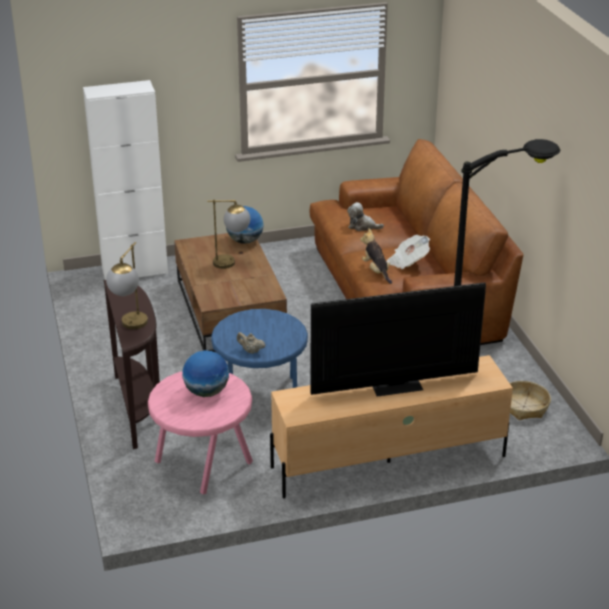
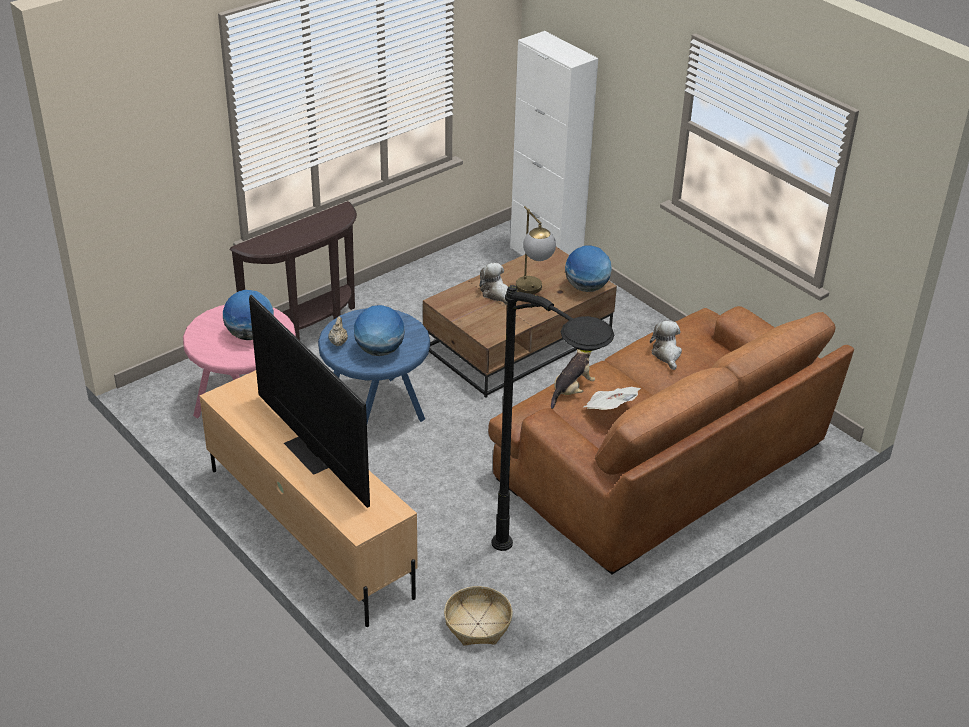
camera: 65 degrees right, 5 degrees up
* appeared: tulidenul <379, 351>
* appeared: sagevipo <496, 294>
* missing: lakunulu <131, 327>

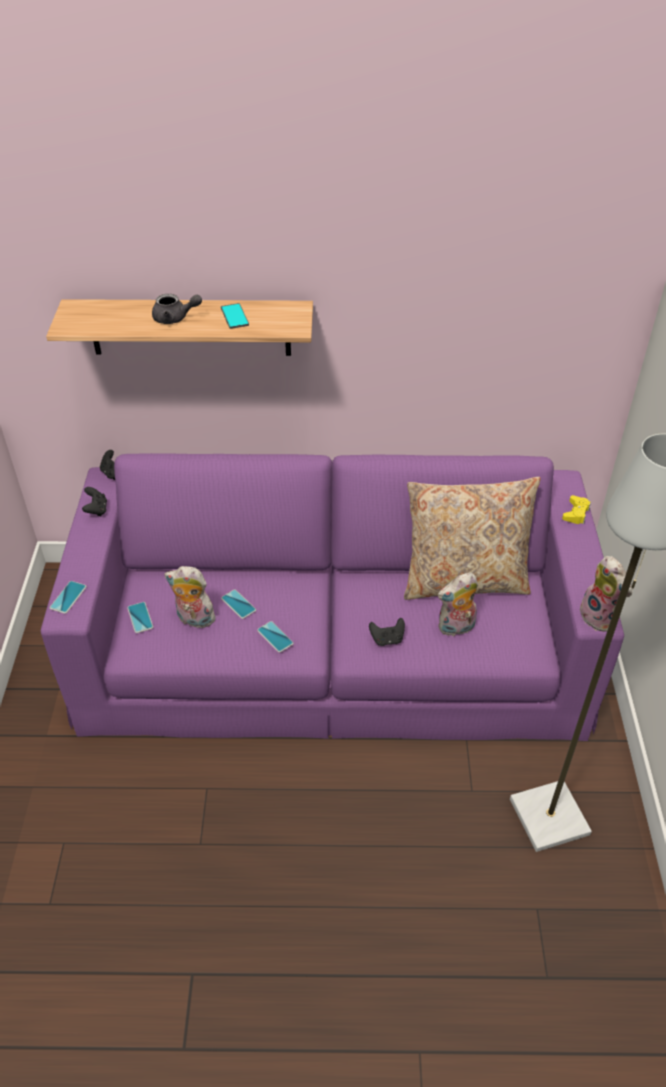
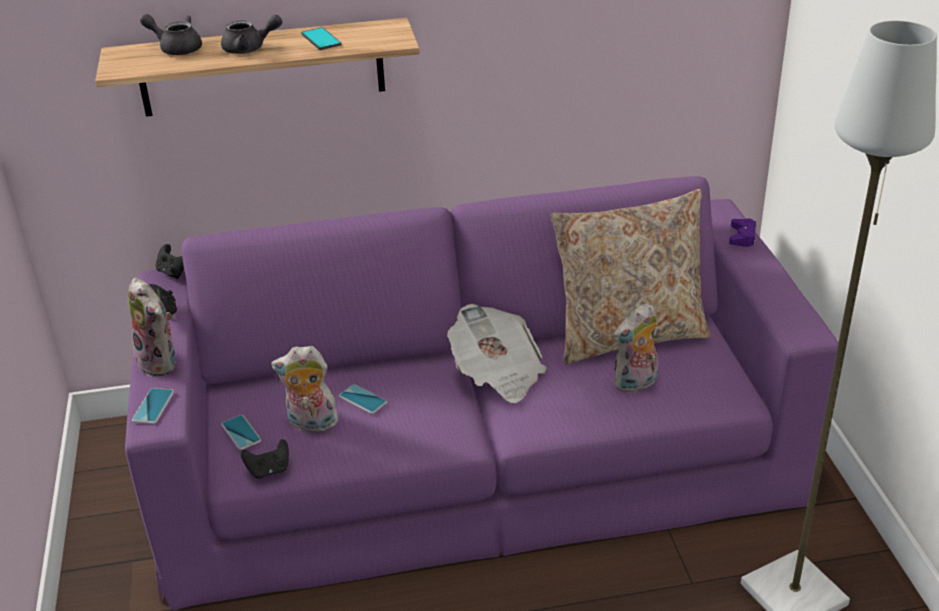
camera: 10 degrees left, 10 degrees down
* relocated: sagevipo <600, 617> to <161, 362>
* appeared: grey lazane <176, 48>
* relocated: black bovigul <387, 639> to <269, 470>
* appeared: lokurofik <497, 373>
* colour: yellow bovigul <576, 513> to purple bovigul <742, 237>
* missing: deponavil <275, 637>

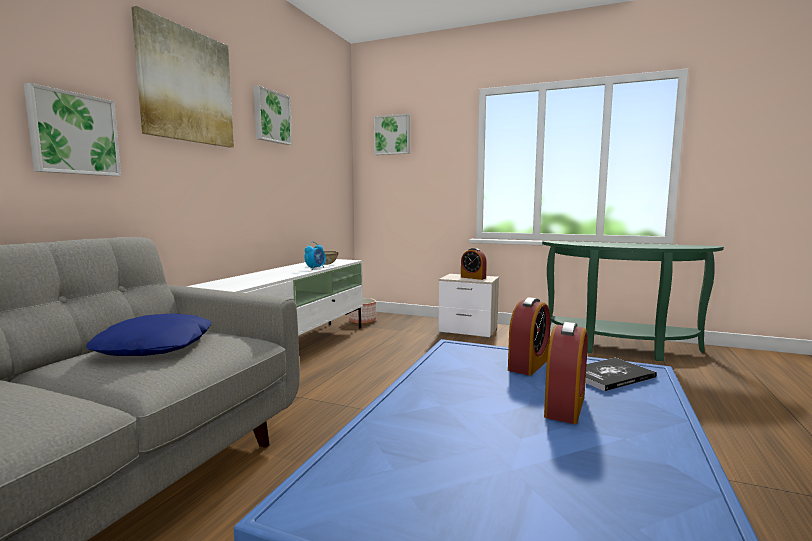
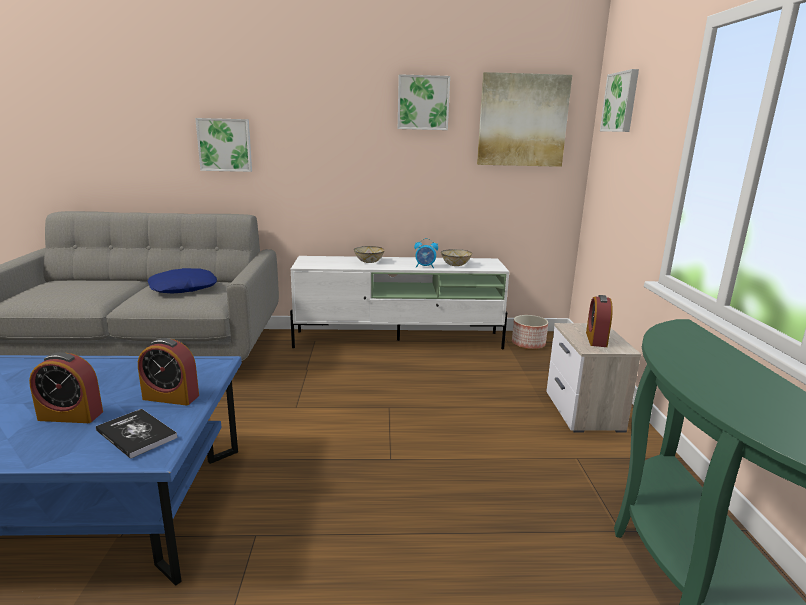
camera: 65 degrees right, 10 degrees up
* appeared: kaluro <369, 262>
* relocated: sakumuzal <186, 86> to <522, 120>

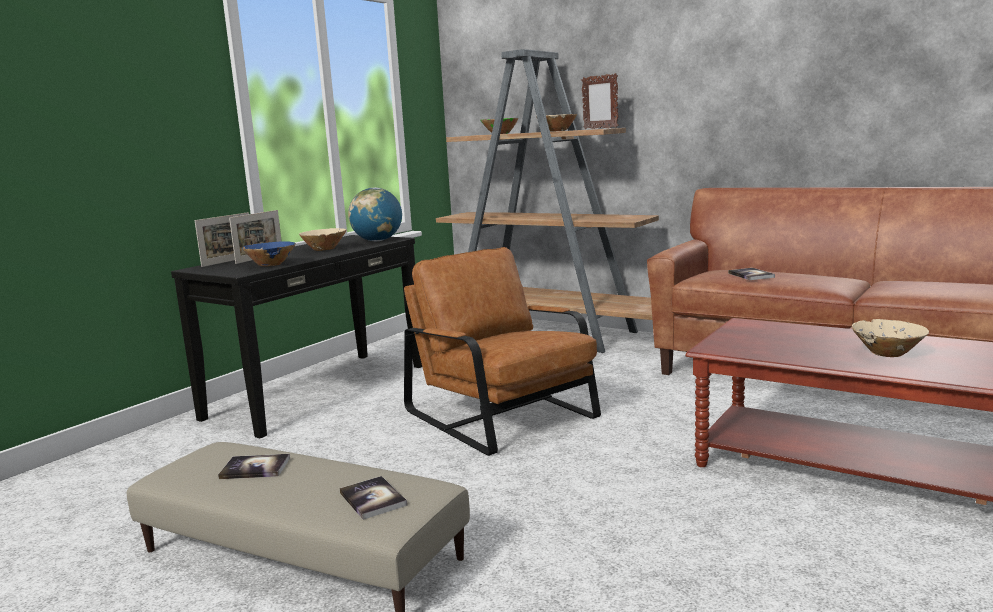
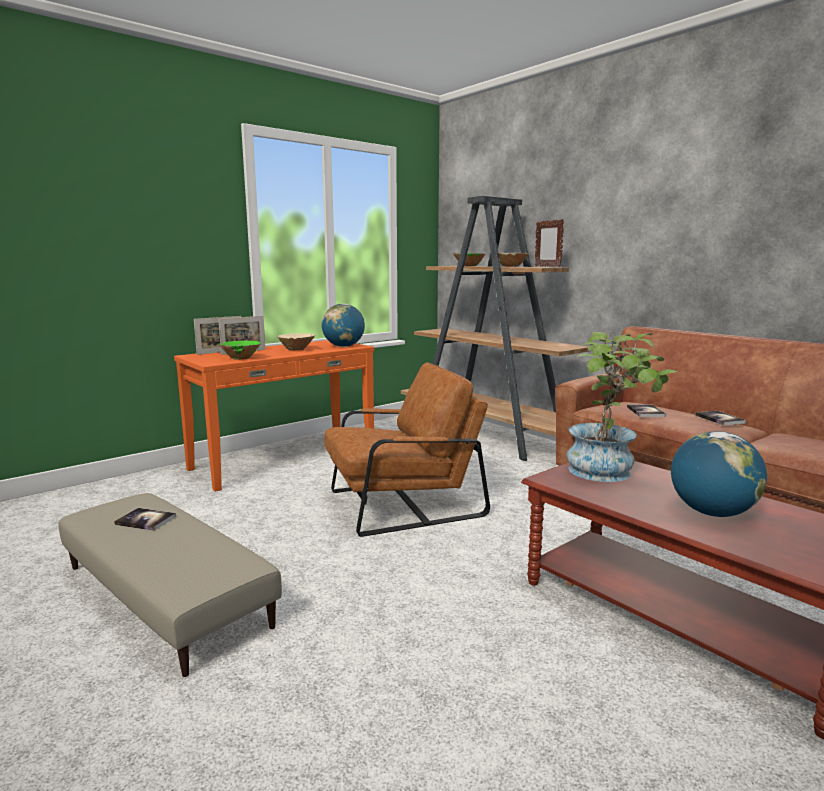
camera: 15 degrees right, 0 degrees up
* colour: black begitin <318, 391> to orange begitin <284, 459>
* colour: blue kaluro <271, 265> to green kaluro <241, 358>
* spun: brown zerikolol <503, 414> = <403, 503> 90 degrees clockwise
* appeared: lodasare <609, 472>
* exchanged: beige kaluro <887, 353> to tulidenul <712, 513>
* relocated: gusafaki <372, 499> to <719, 419>

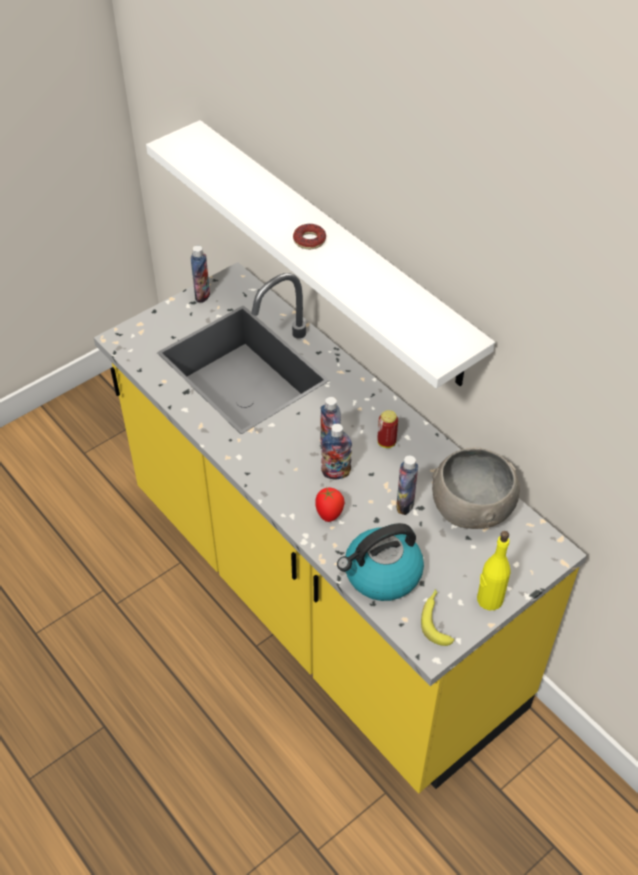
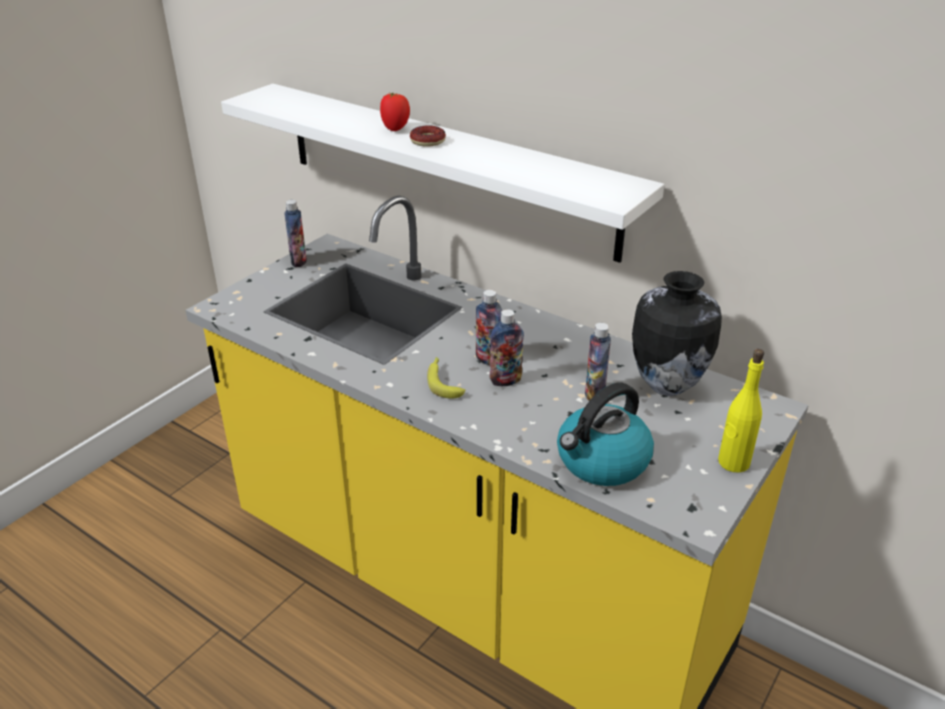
camera: 15 degrees left, 15 degrees down
* relocated: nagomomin <329, 514> to <396, 129>
* relocated: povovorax <436, 619> to <443, 381>
* exchanged: grey kaluro <471, 507> to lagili <666, 385>
* missing: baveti <386, 442>

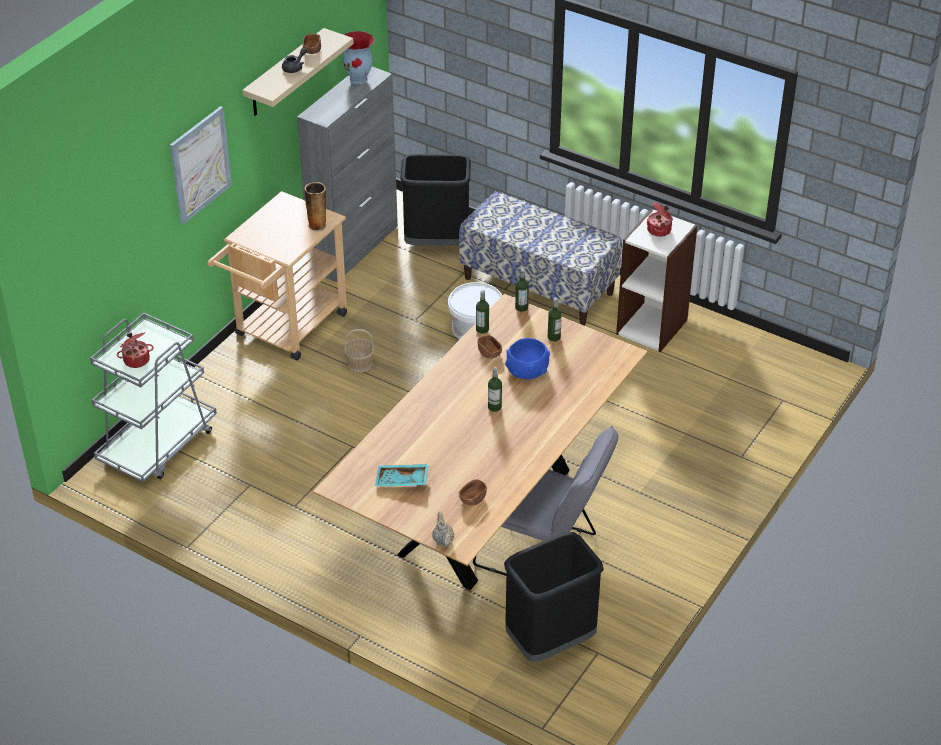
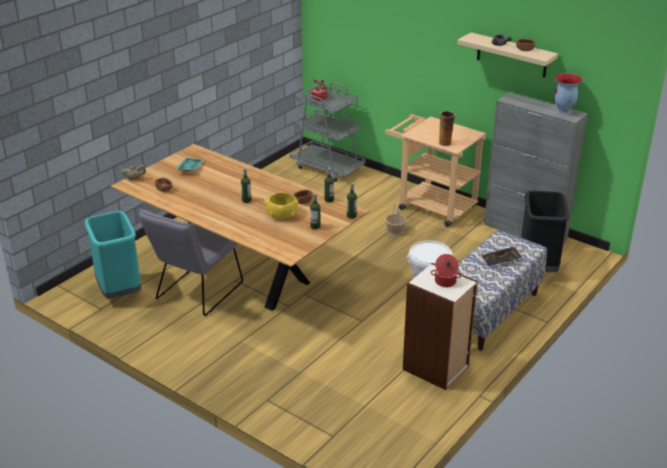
camera: 95 degrees right, 10 degrees down
* colour: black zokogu <550, 642> to turquoise zokogu <119, 291>
* colour: blue kaluro <527, 369> to yellow kaluro <282, 214>
* appeared: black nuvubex <501, 261>
* missing: sakumuzal <200, 164>

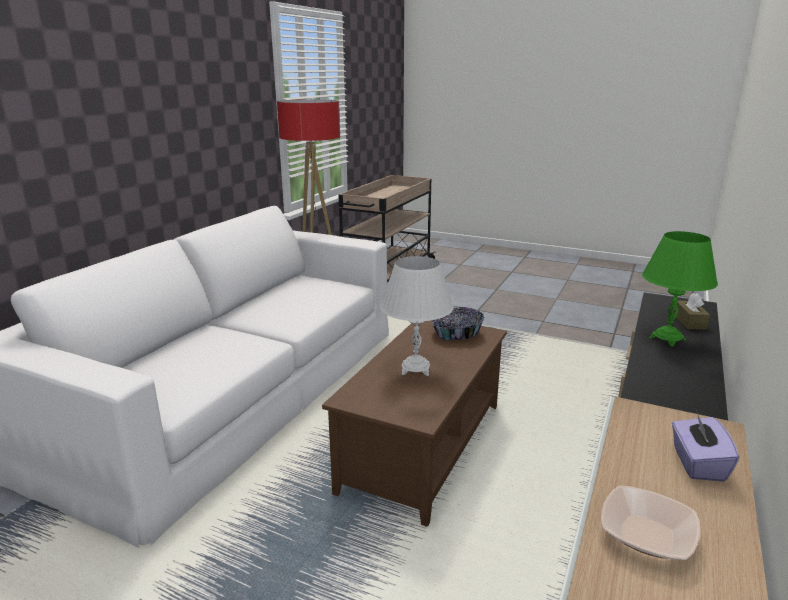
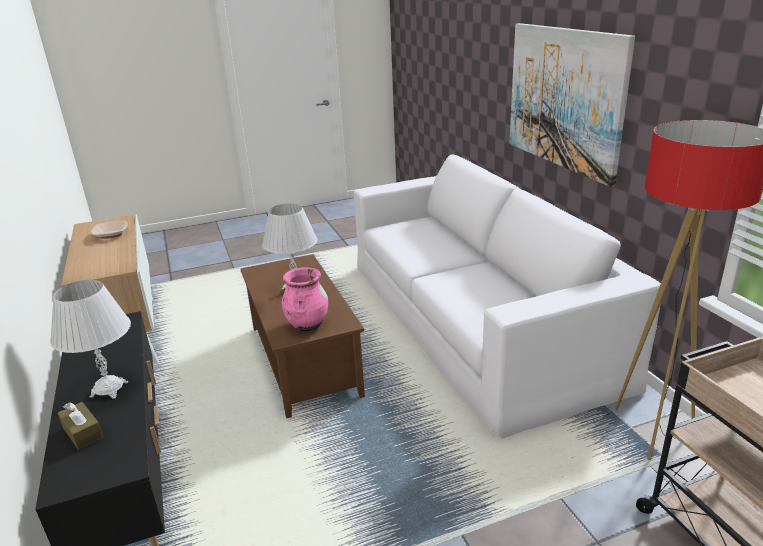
camera: 135 degrees right, 5 degrees up
* colour: green lakunulu <667, 339> to white lakunulu <109, 389>
* exchanged: kaluro <456, 333> to pink lagili <308, 325>
* appeared: sakumuzal <564, 98>
* missing: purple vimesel <697, 464>

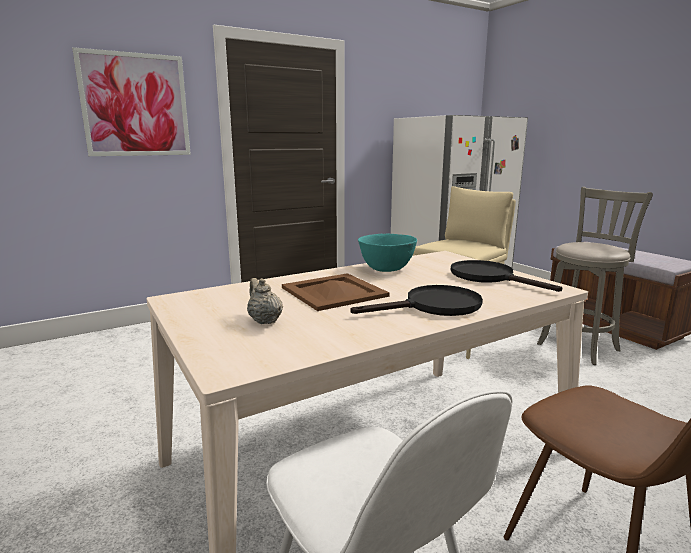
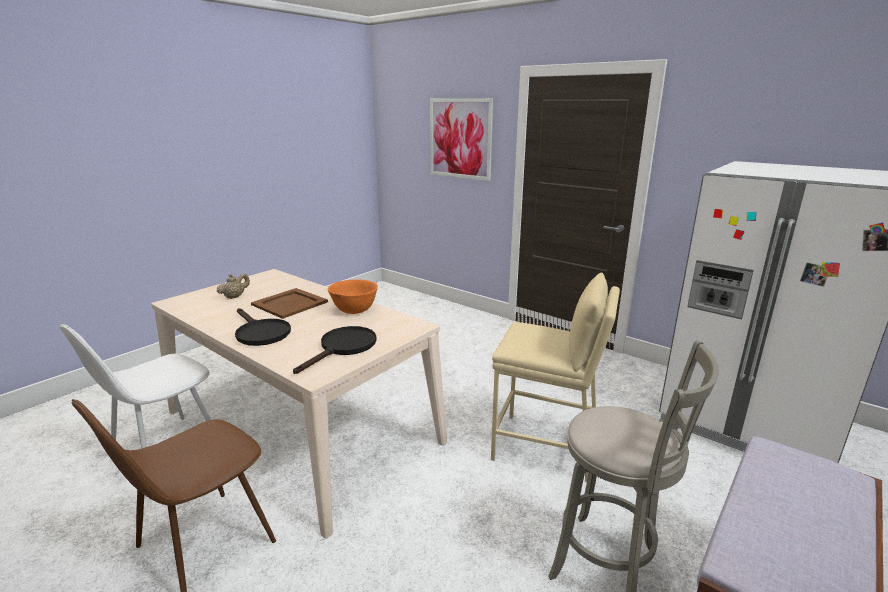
camera: 70 degrees right, 5 degrees up
* colour: turquoise kaluro <387, 269> to orange kaluro <354, 311>

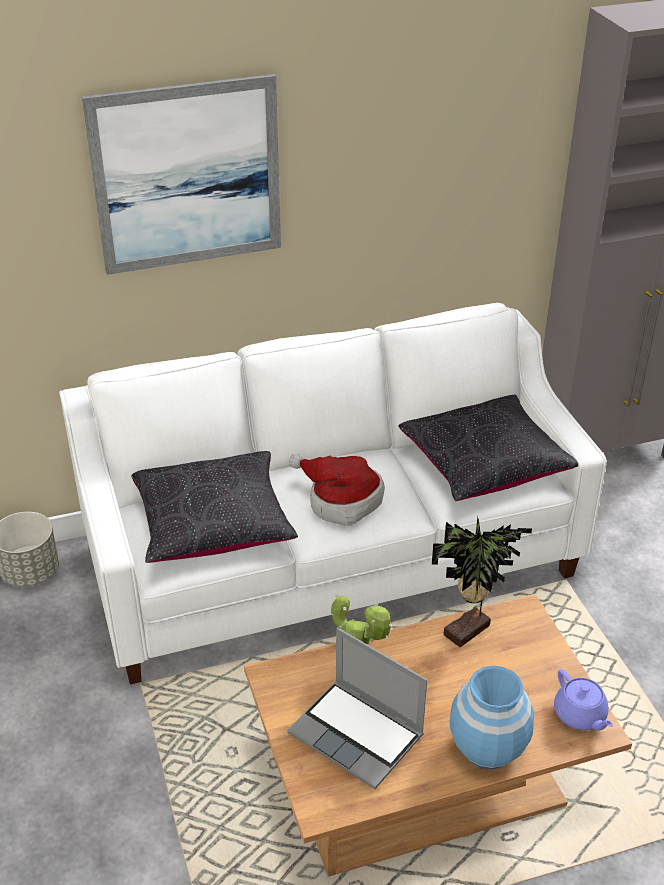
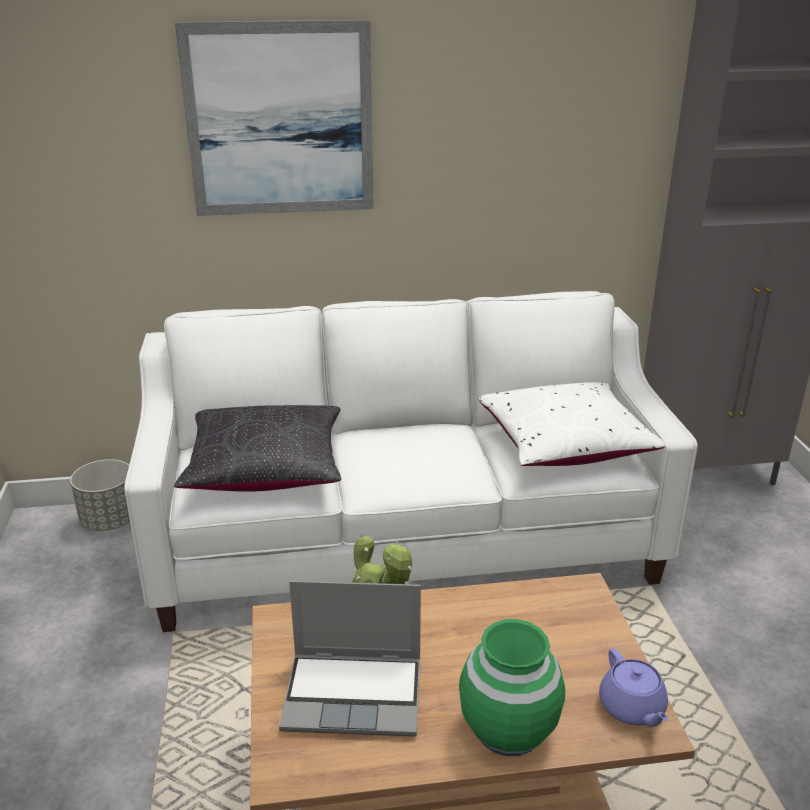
camera: 10 degrees right, 10 degrees down
* spun: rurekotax <358, 735> = <355, 694> 45 degrees counterclockwise
* colour: blue lagili <488, 747> to green lagili <509, 729>
* colour: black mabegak <484, 463> to white mabegak <565, 443>
* missing: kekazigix <340, 501>
* missing: lodasare <470, 632>

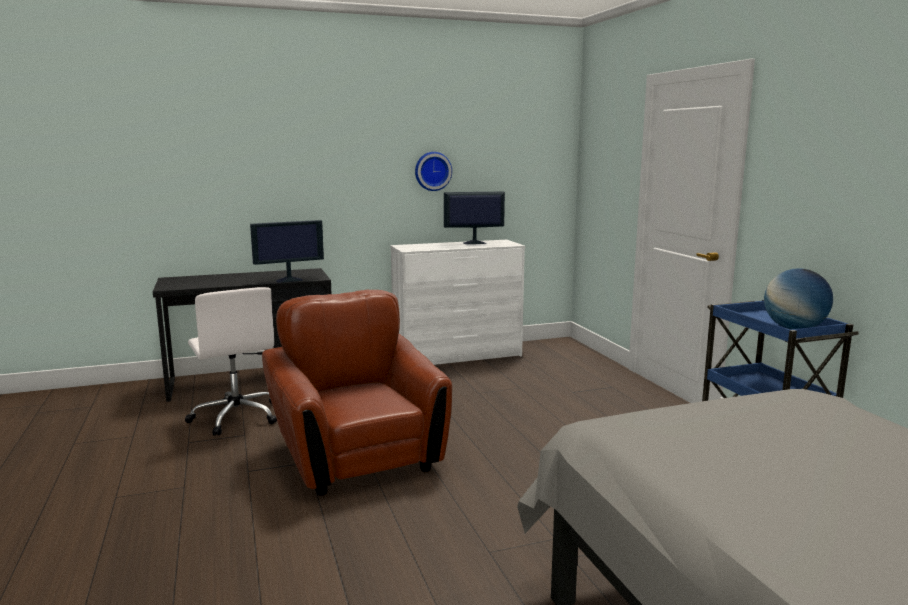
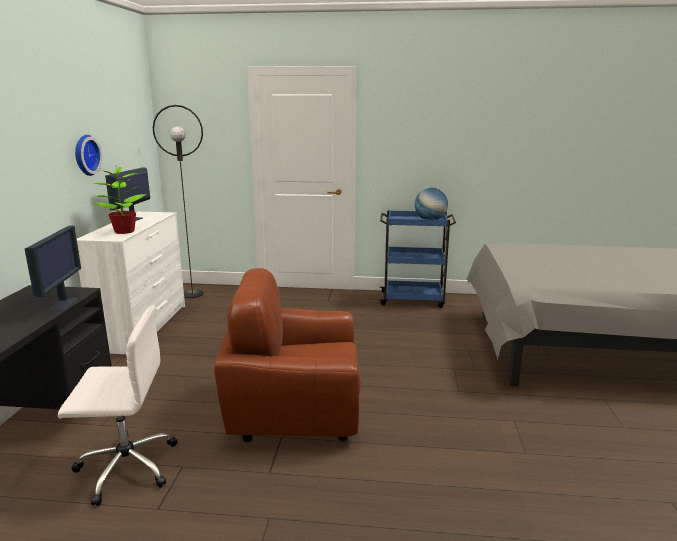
camera: 65 degrees left, 5 degrees up
* appeared: lodasare <124, 231>
* appeared: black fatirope <192, 294>

